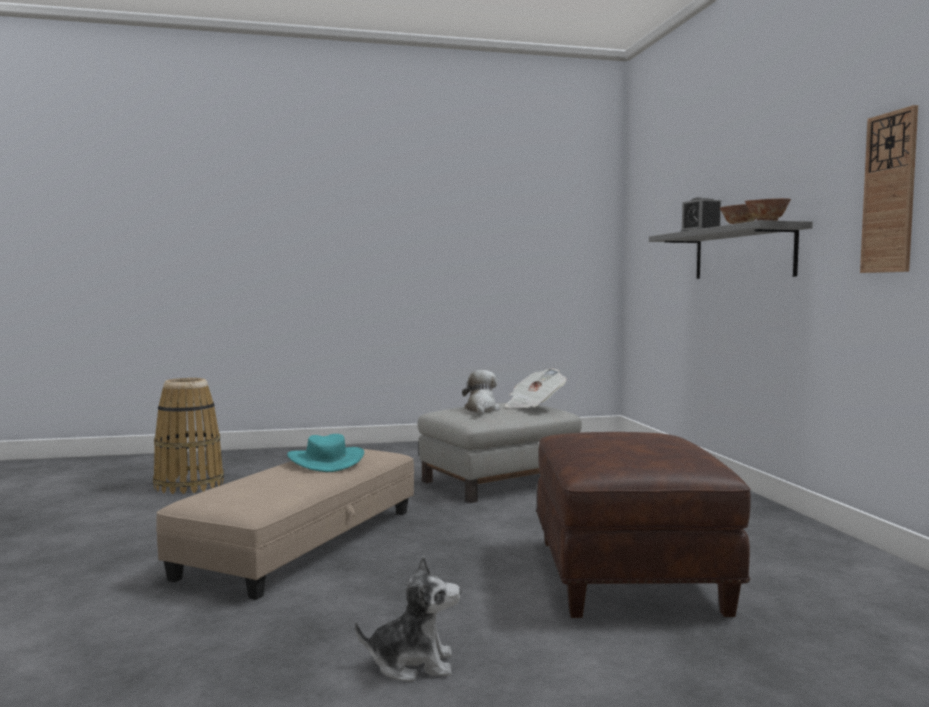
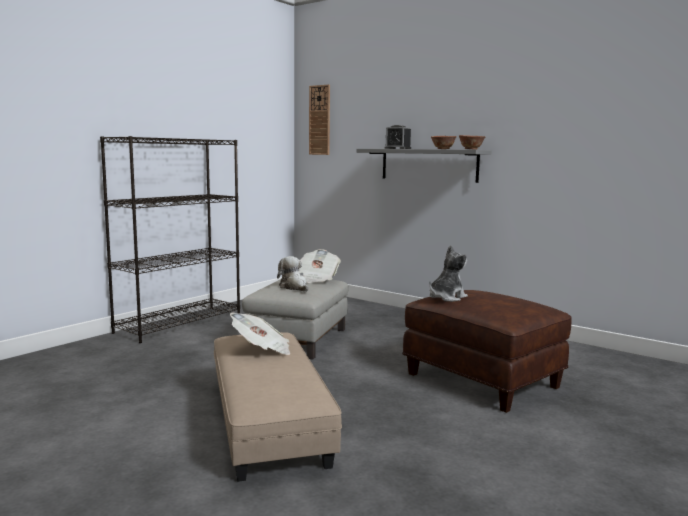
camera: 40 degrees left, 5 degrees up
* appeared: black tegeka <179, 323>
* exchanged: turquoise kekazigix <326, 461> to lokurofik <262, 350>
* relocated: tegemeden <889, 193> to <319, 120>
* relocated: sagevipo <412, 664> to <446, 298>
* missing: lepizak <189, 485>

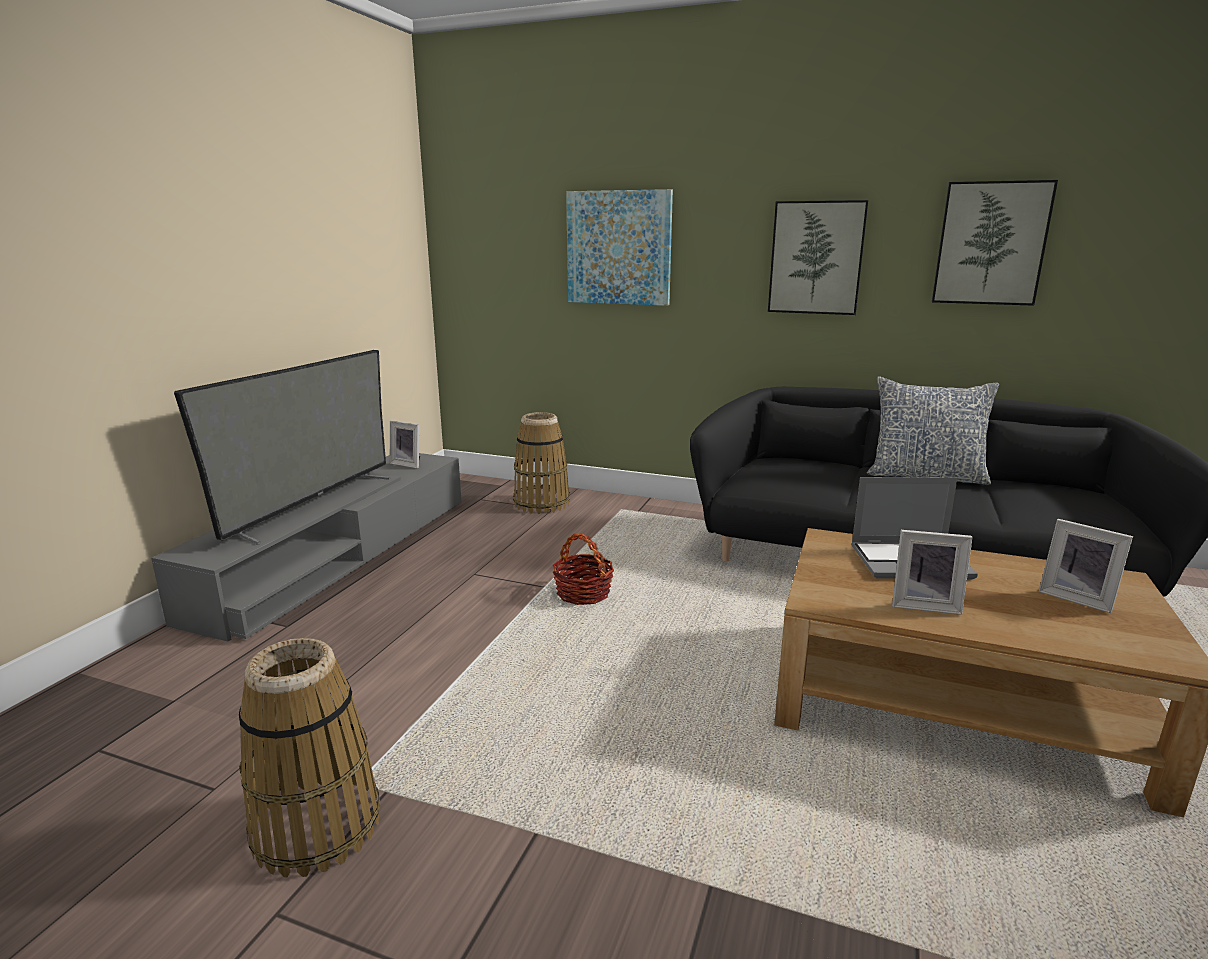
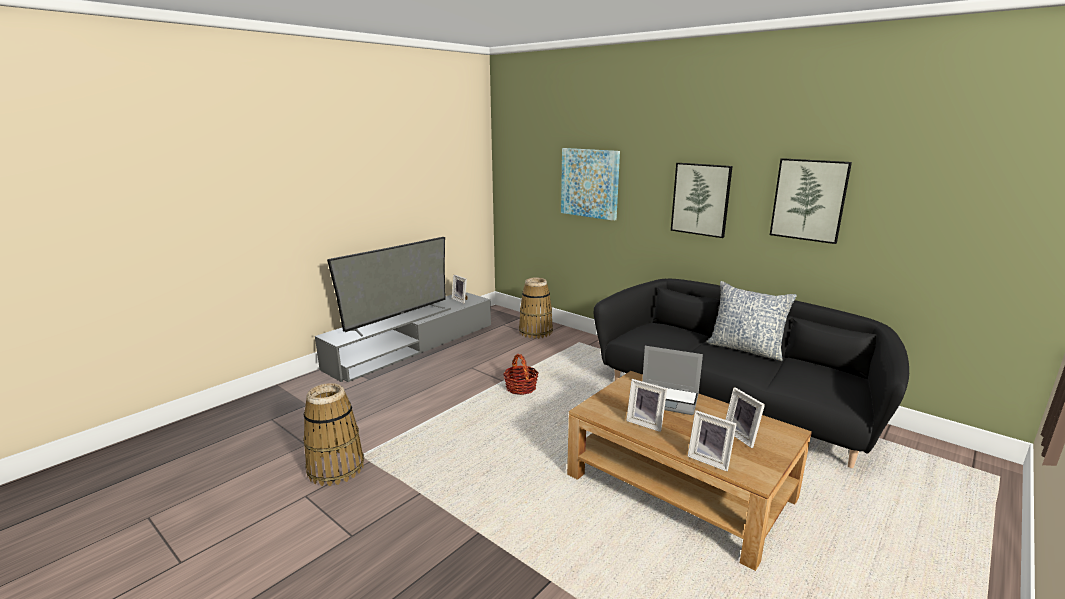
camera: 20 degrees right, 0 degrees up
* appeared: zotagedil <710, 460>

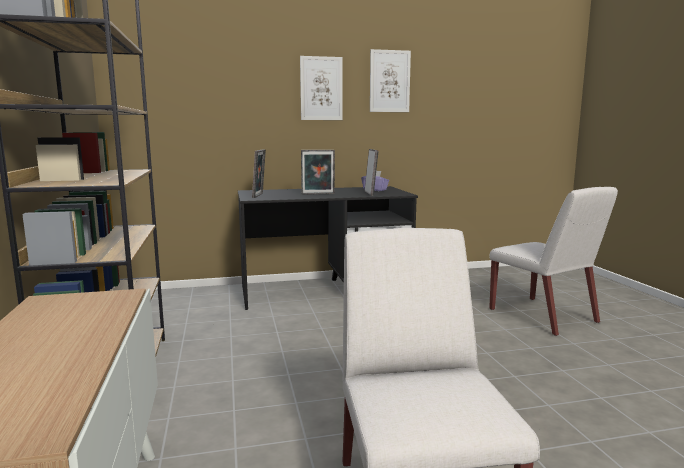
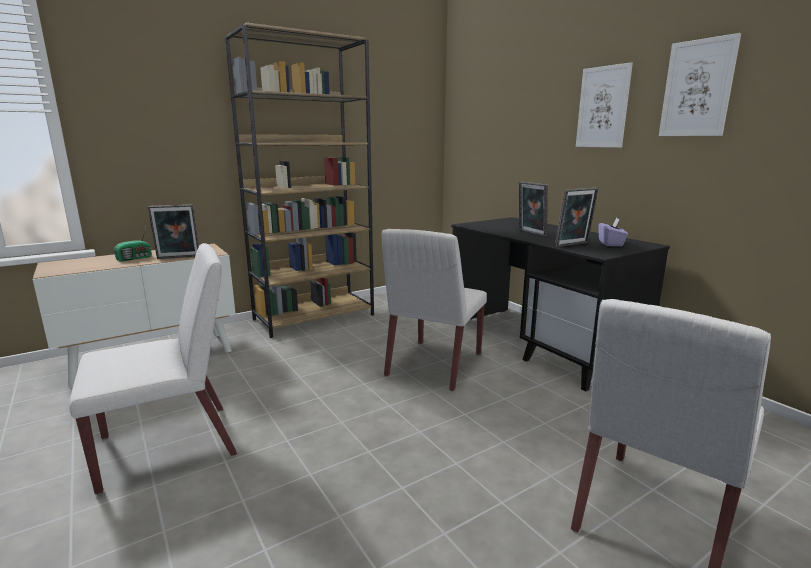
camera: 70 degrees right, 5 degrees up
* appeared: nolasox <135, 258>
* relocated: zotagedil <259, 195> to <178, 257>
* appeared: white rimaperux <434, 365>

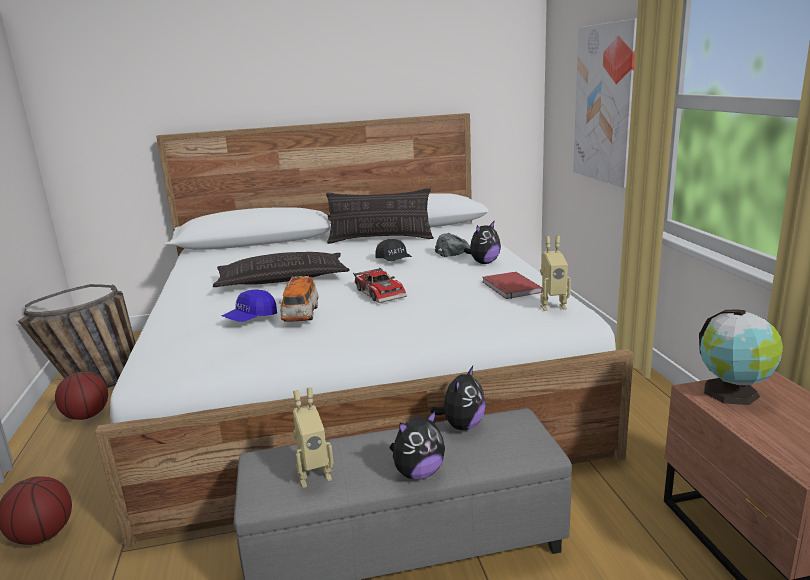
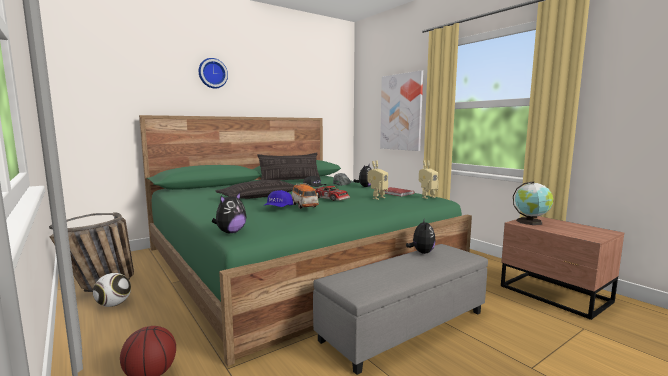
camera: 25 degrees left, 10 degrees down
* exchanged: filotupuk <86, 416> to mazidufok <113, 304>
* colour: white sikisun <357, 376> to green sikisun <294, 260>
* appeared: tegemeden <212, 73>
* relocated: sagevipo <418, 473> to <230, 232>
* relocated: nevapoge <314, 475> to <377, 198>

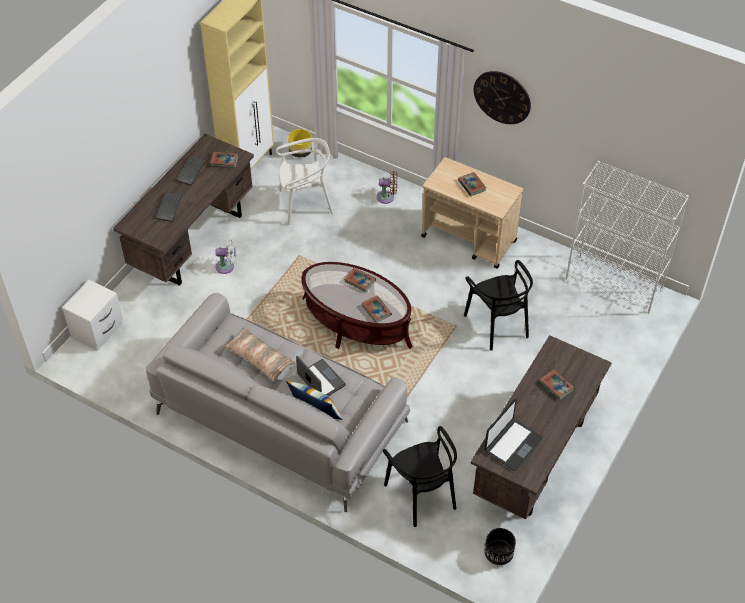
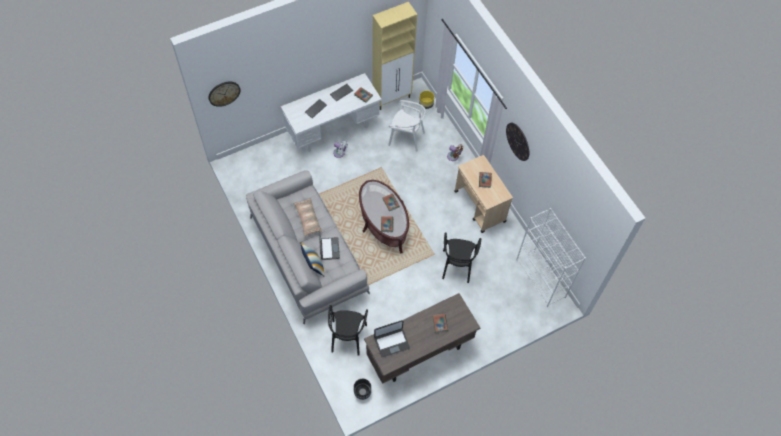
camera: 30 degrees right, 10 degrees up
* appeared: tegemeden <224, 93>
* colour: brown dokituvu <193, 241> to white dokituvu <333, 129>
* missing: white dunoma <98, 331>

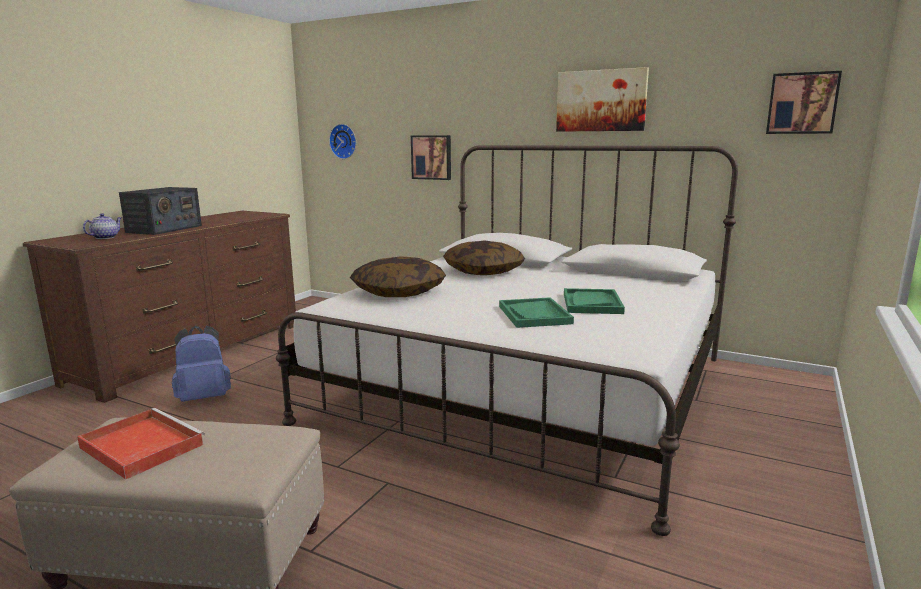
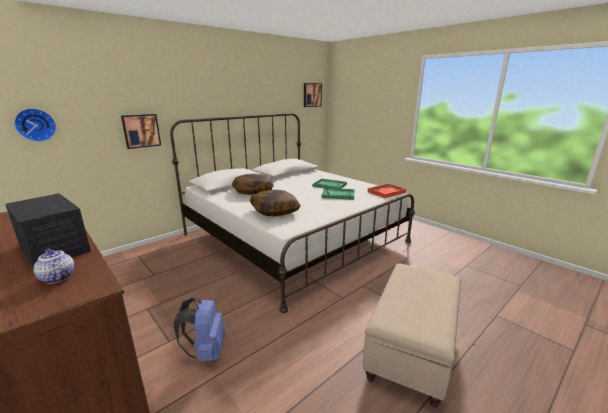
camera: 70 degrees left, 5 degrees up
* relocated: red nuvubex <140, 446> to <386, 192>
* missing: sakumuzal <601, 101>

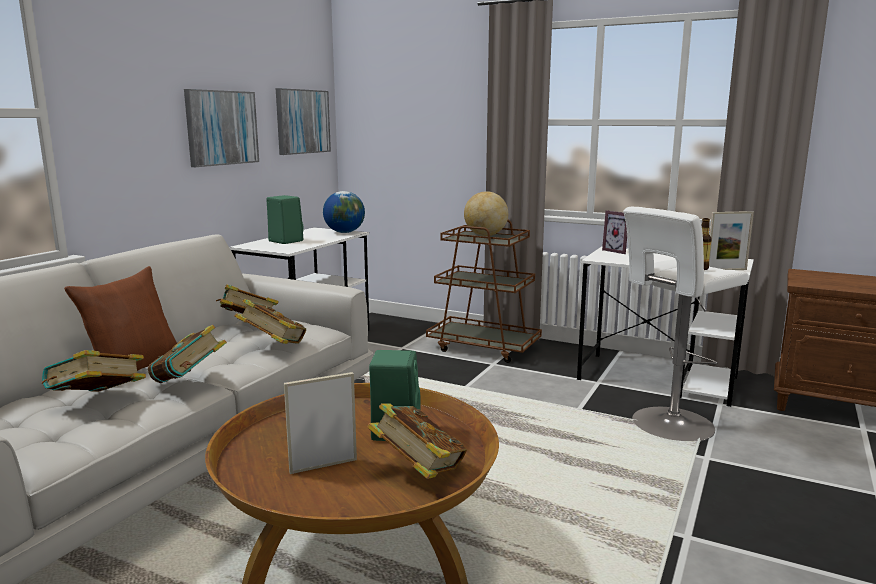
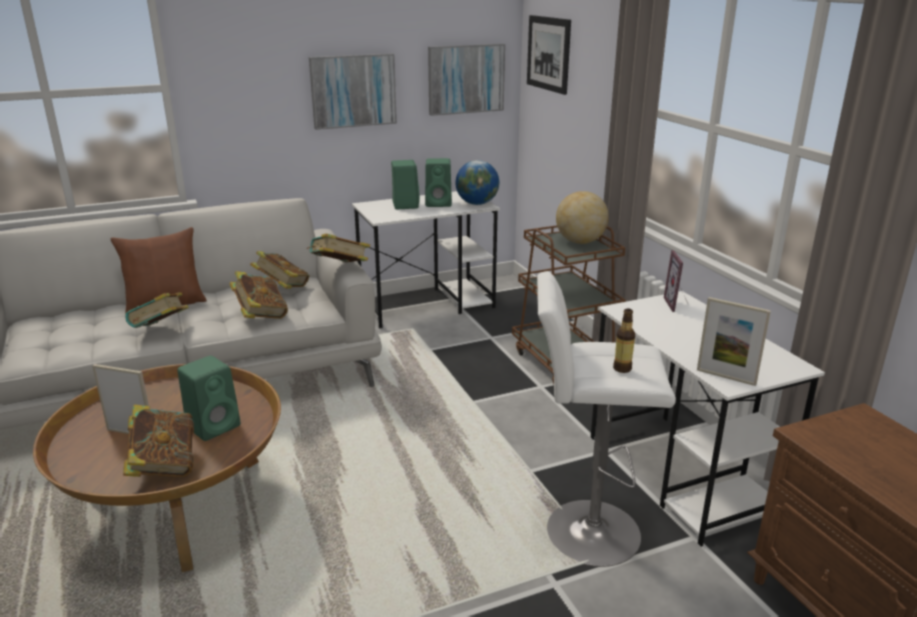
camera: 40 degrees right, 10 degrees up
* relocated: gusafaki <98, 402> to <339, 269>
* appeared: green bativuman <439, 203>
* appeared: sakumuzal <548, 53>

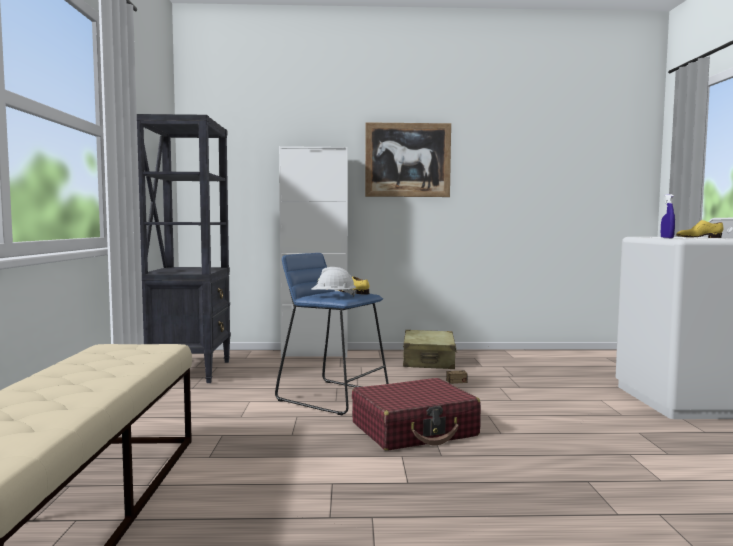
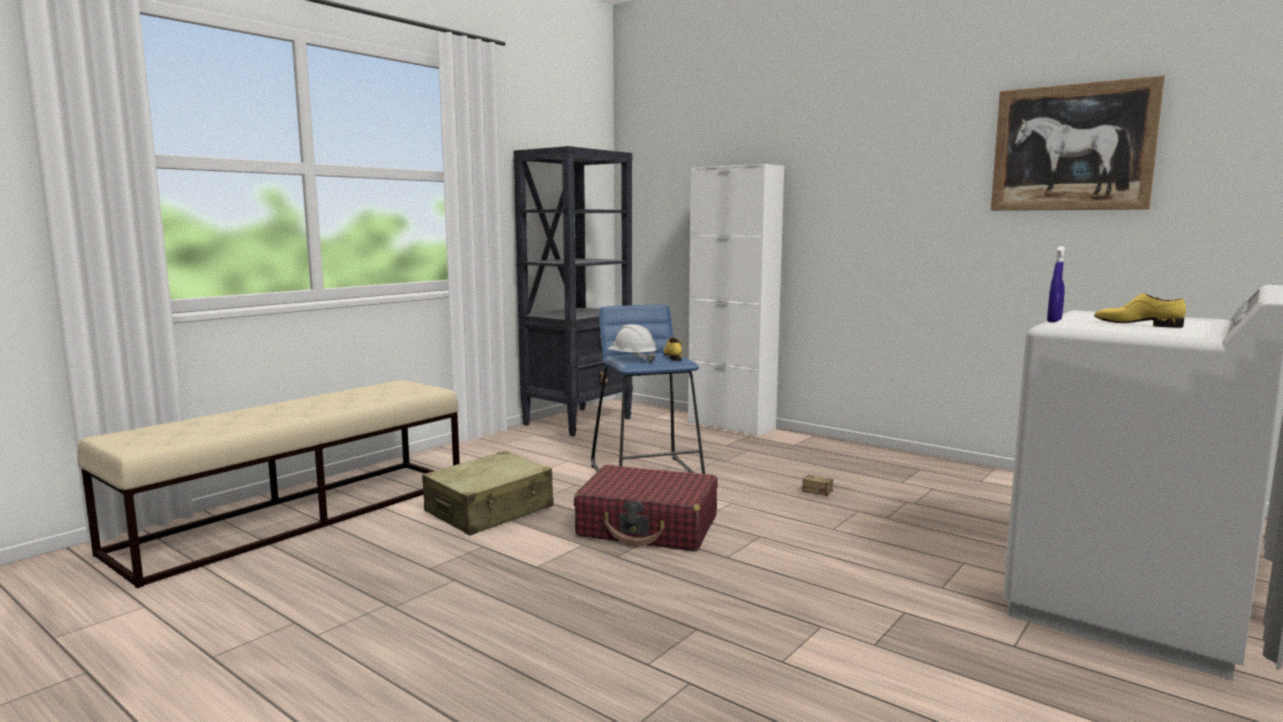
camera: 40 degrees right, 5 degrees up
* relocated: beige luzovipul <428, 361> to <490, 510>
* relocated: sakumuzal <407, 160> to <1072, 148>

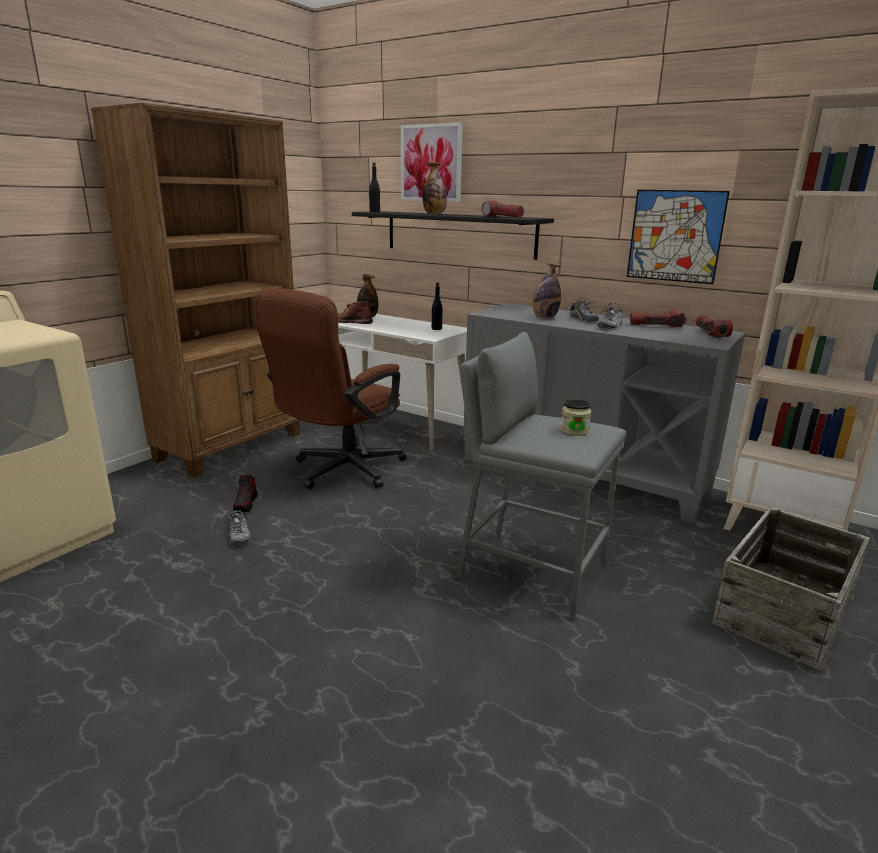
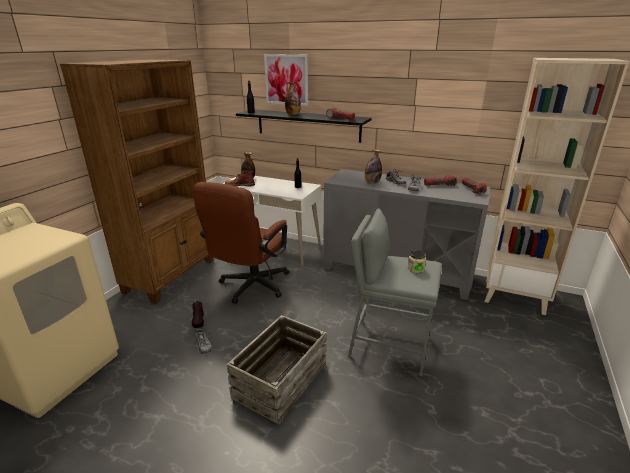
camera: 10 degrees left, 5 degrees up
* relocated: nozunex <782, 609> to <280, 380>
* missing: sakumuzal <675, 236>

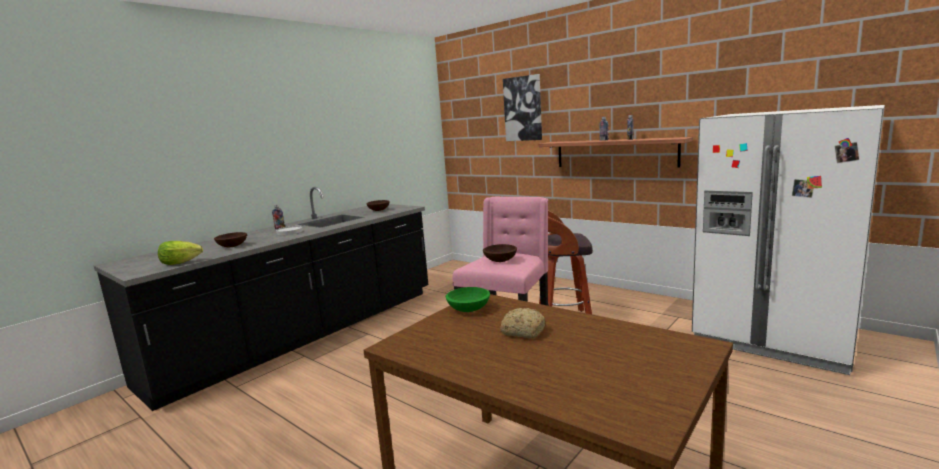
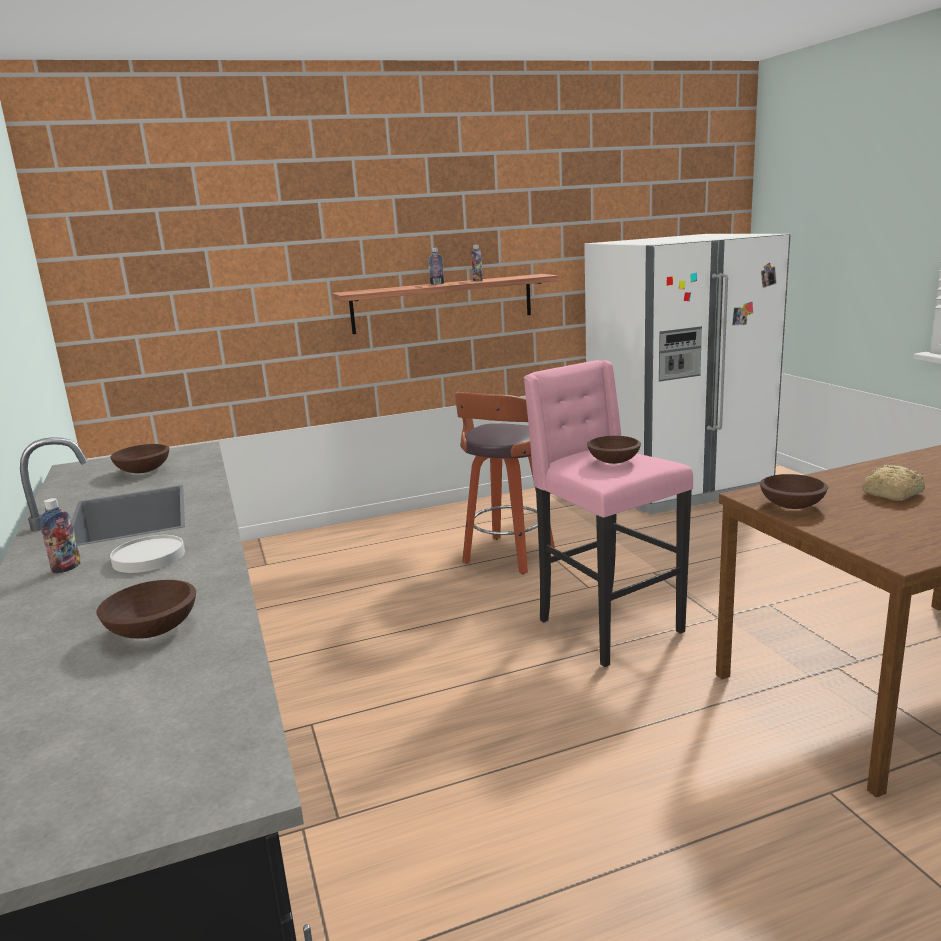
camera: 60 degrees left, 5 degrees up
* colour: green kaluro <468, 309> to brown kaluro <792, 506>
* missing: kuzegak <180, 263>
* missing: sakumuzal <523, 108>

